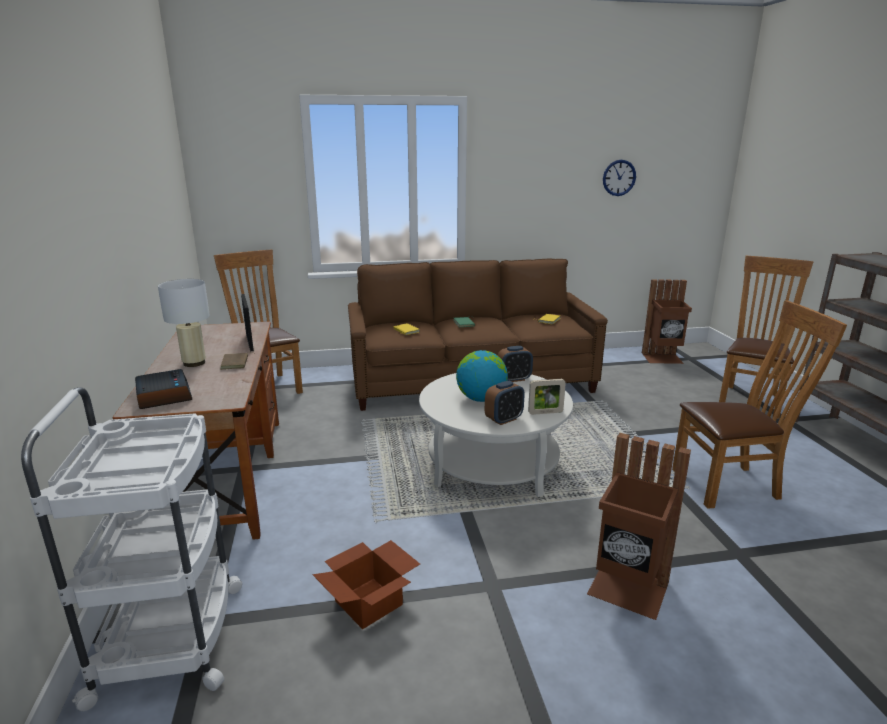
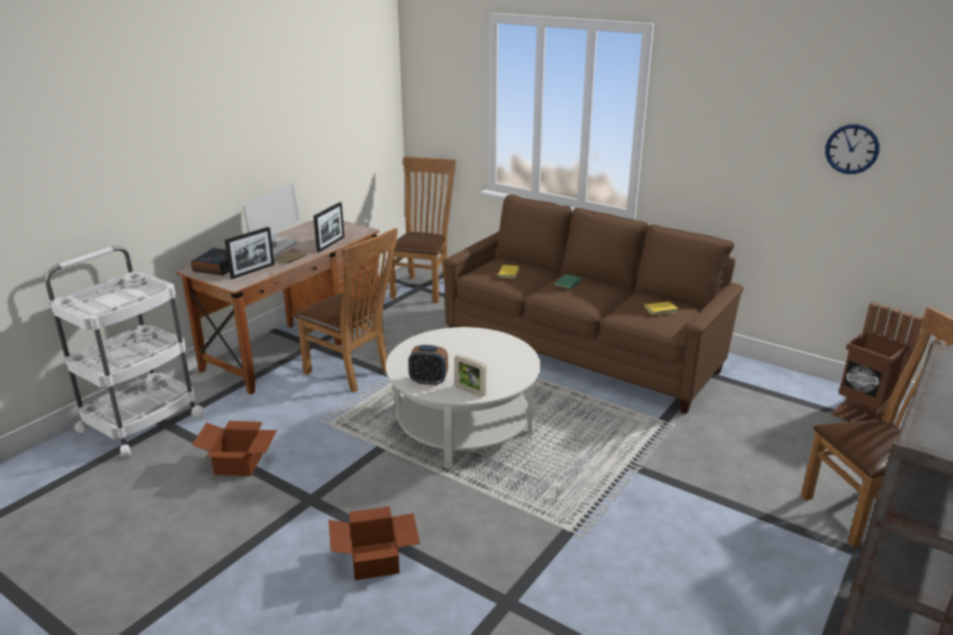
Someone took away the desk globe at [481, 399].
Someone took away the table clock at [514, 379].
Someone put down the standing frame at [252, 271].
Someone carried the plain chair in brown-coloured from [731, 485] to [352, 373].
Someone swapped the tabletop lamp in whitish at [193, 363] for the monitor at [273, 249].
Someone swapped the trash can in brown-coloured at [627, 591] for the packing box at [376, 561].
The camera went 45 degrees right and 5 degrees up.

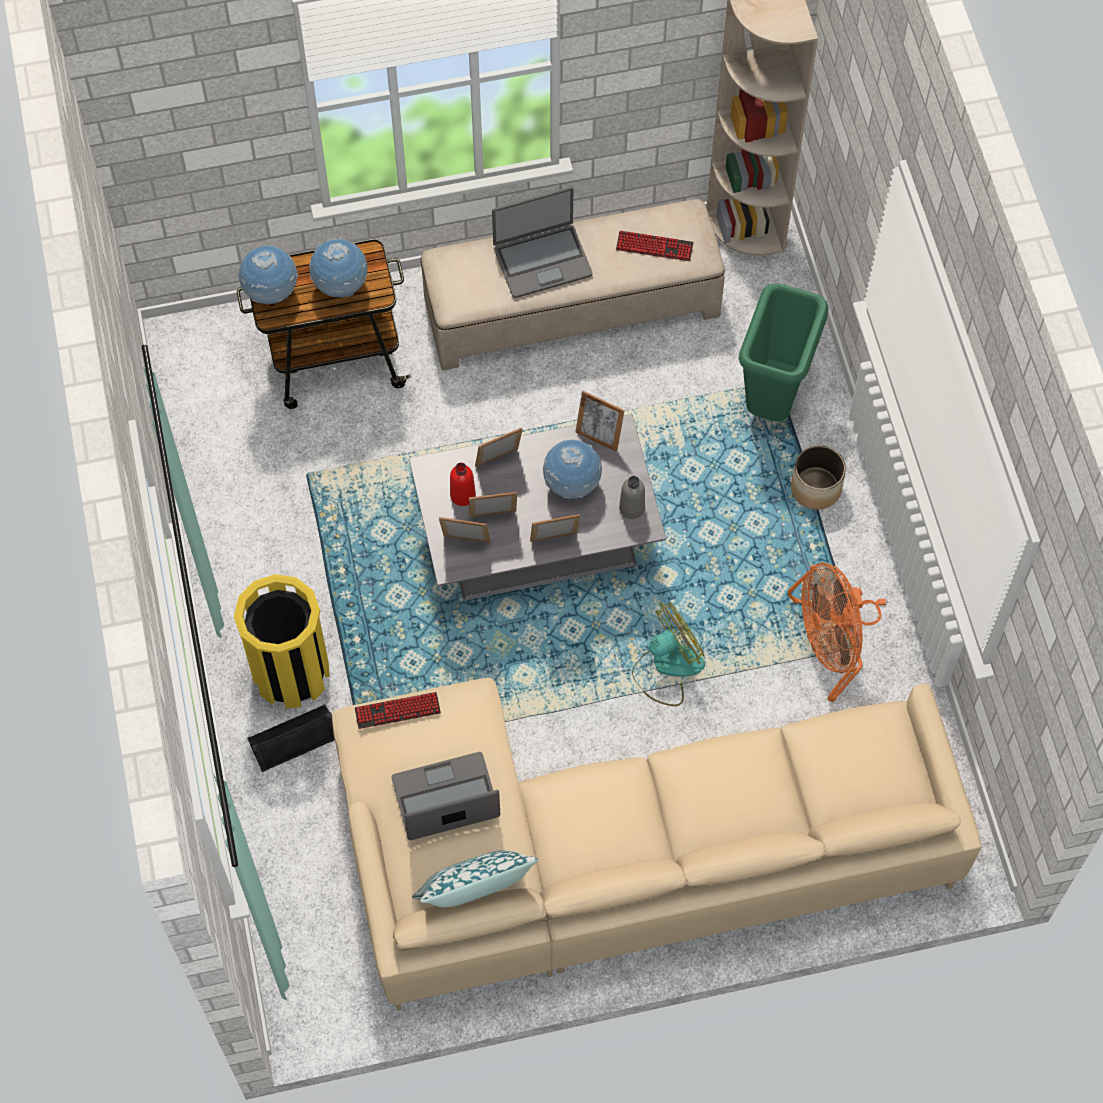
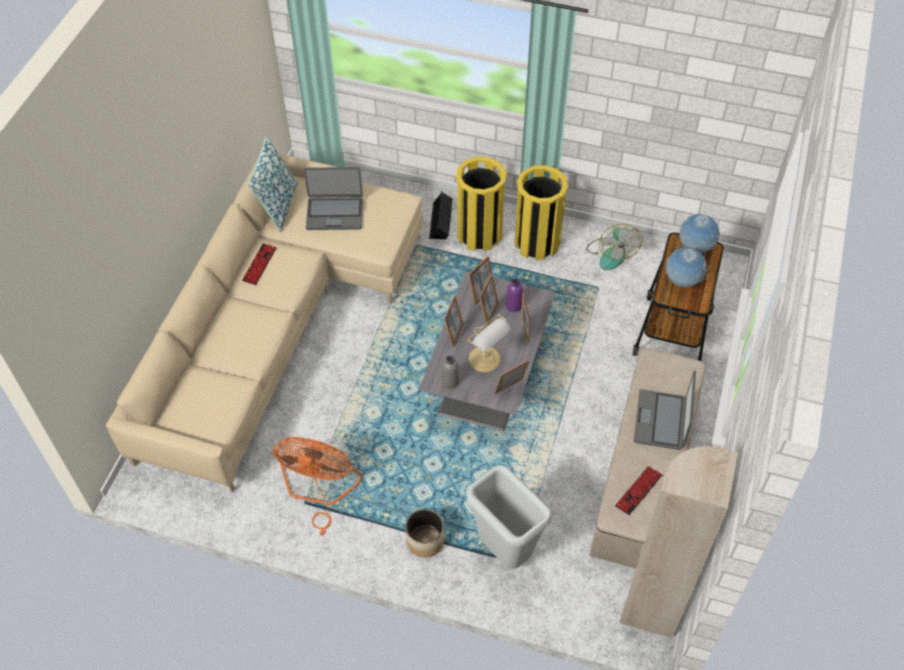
Someone put down the trash can in yellow at [537, 243].
Someone carried the PC keyboard from [397, 711] to [259, 264].
Someone carried the electric fan from [667, 667] to [611, 253].
Someone swapped the desk globe at [572, 484] for the tabletop lamp at [486, 360].
Someone repainted the bottle in red at [462, 495], which became the bottle in purple-coloured at [514, 305].
Someone repainted the trash can in greenish at [773, 402], which became the trash can in greyish at [503, 551].
Someone rotated the portable computer at [446, 799] by 75 degrees clockwise.
The camera went 120 degrees right and 10 degrees down.

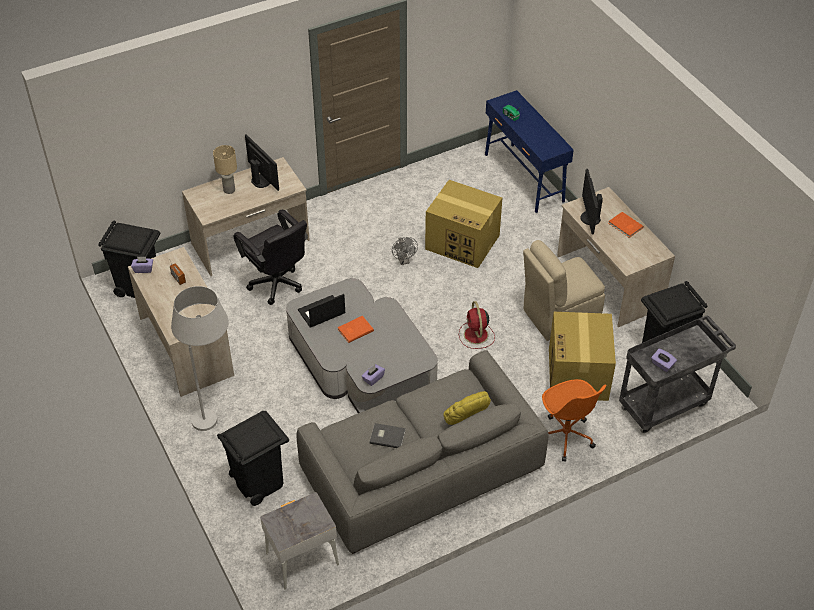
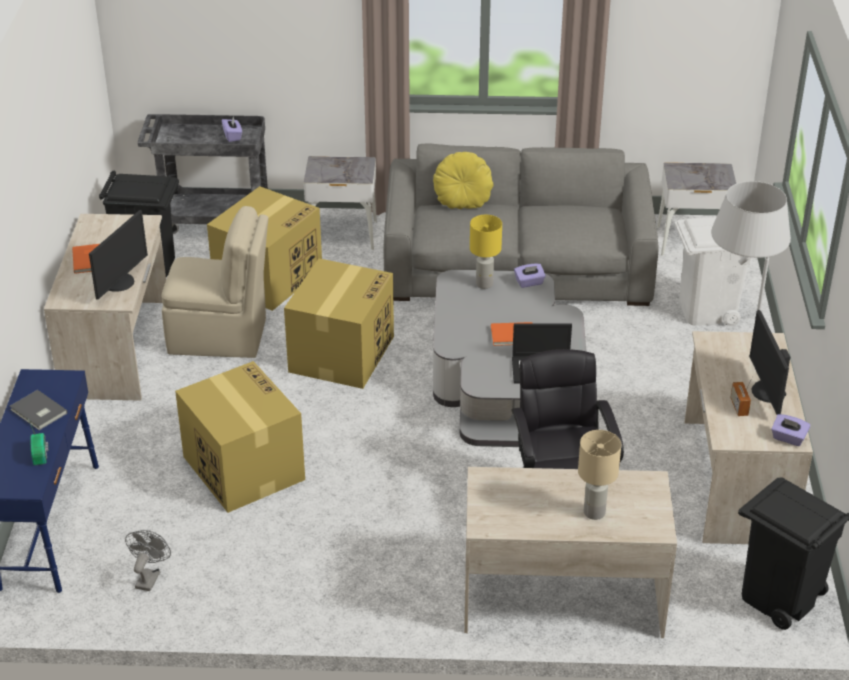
Someone put down the tabletop lamp in yellow at [484, 284].
Someone carried the monitor from [262, 180] to [766, 392].
Someone carried the book in greyish from [387, 436] to [38, 412].
Someone carried the electric fan in greyish from [404, 261] to [149, 577].
Someone swapped the electric fan in red at [476, 335] for the packing box at [342, 353].
Someone swapped the office chair in orange at [566, 438] for the accent table at [343, 235].
Someone repainted the trash can in blackish at [258, 482], which became the trash can in whitish at [706, 310].
The camera went 150 degrees left and 10 degrees down.

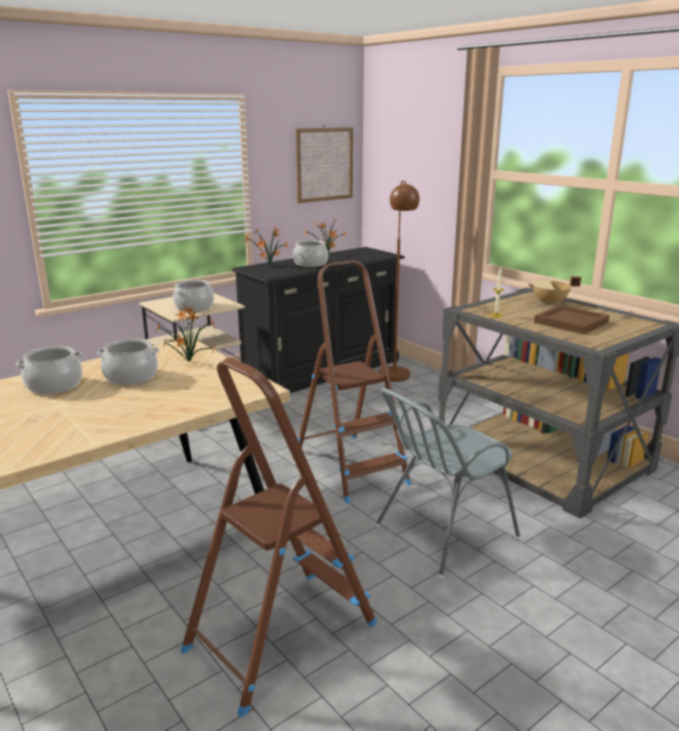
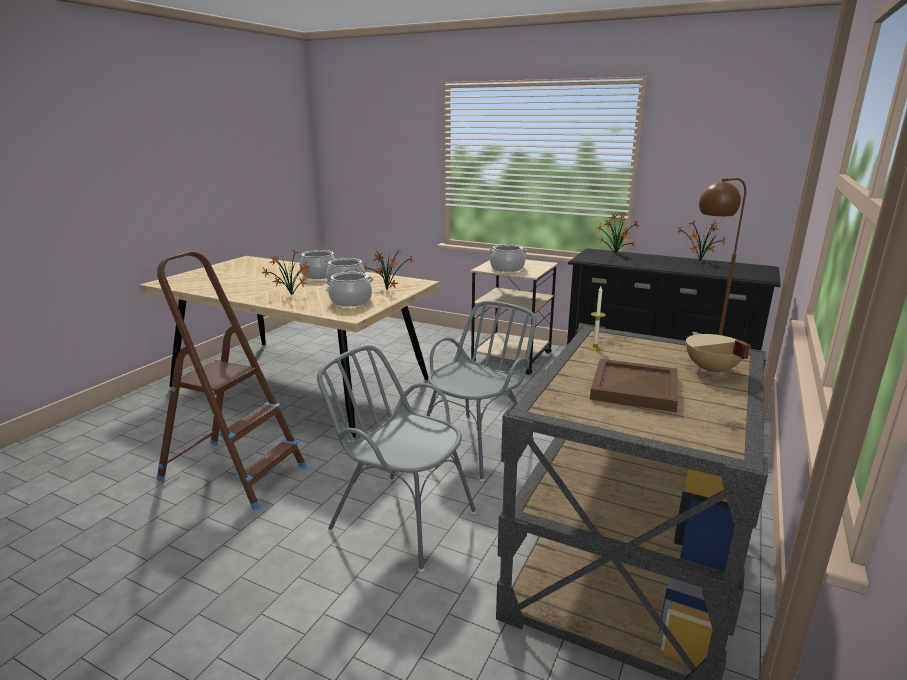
Someone took away the wall picture at [324, 163].
Someone put down the potted plant at [292, 296].
Someone carried the saucepot from [311, 264] to [351, 301].
Someone swapped the stepladder in brown-coloured at [351, 467] for the plain chair in greyish at [478, 444].
The camera went 65 degrees right and 0 degrees up.

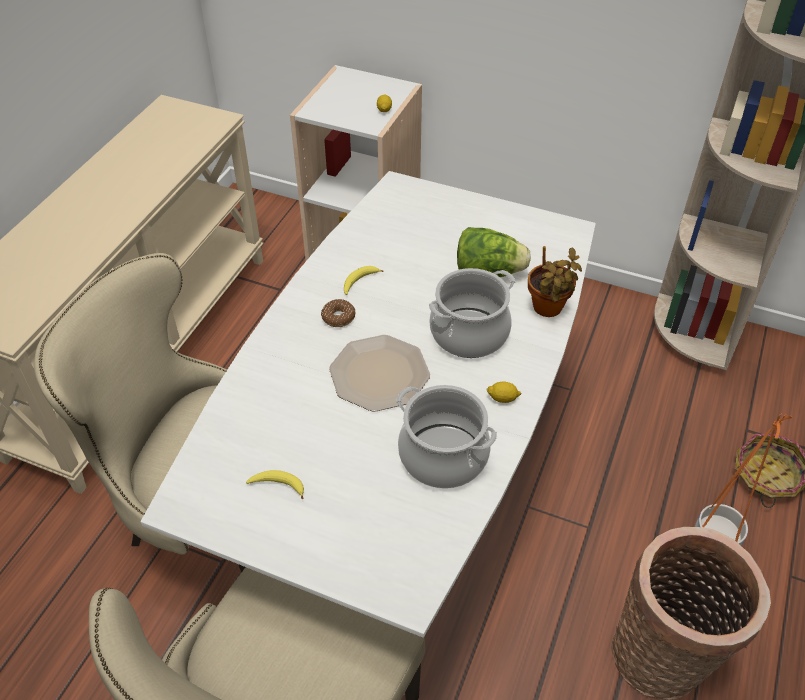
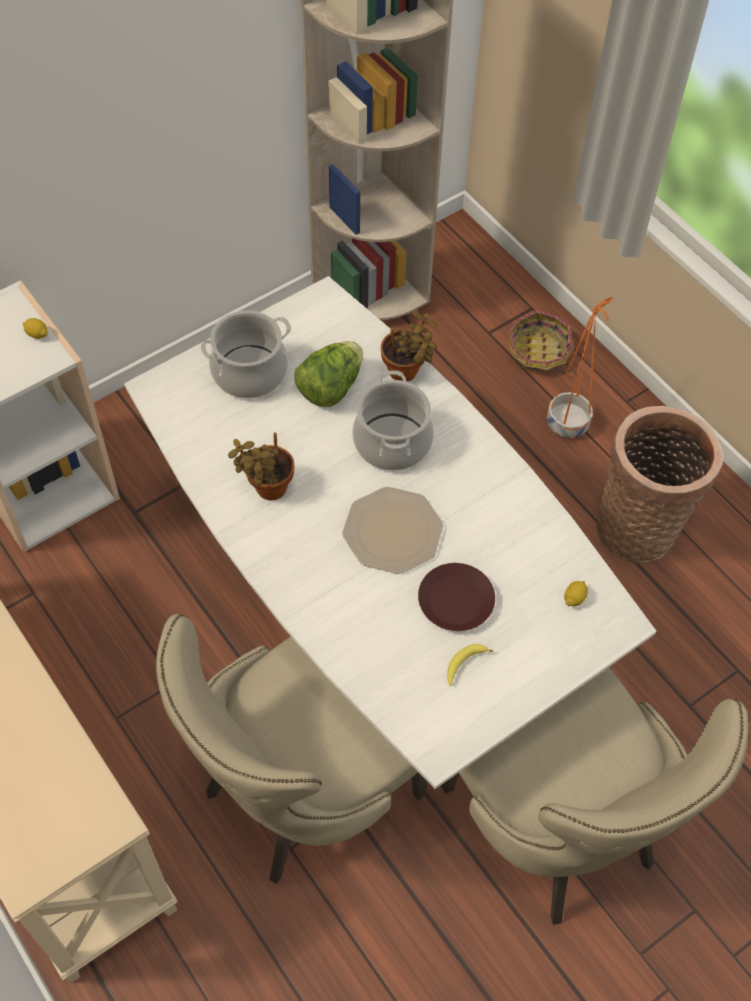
Someone took away the donut at [338, 317].
Someone put down the plate in brown-coloured at [455, 601].
Someone carried the saucepot from [443, 456] to [249, 372].
Someone carried the whole lemon from [503, 398] to [574, 598].
Someone swapped the whole banana at [359, 282] for the potted plant at [267, 489].
The camera went 60 degrees left and 10 degrees up.

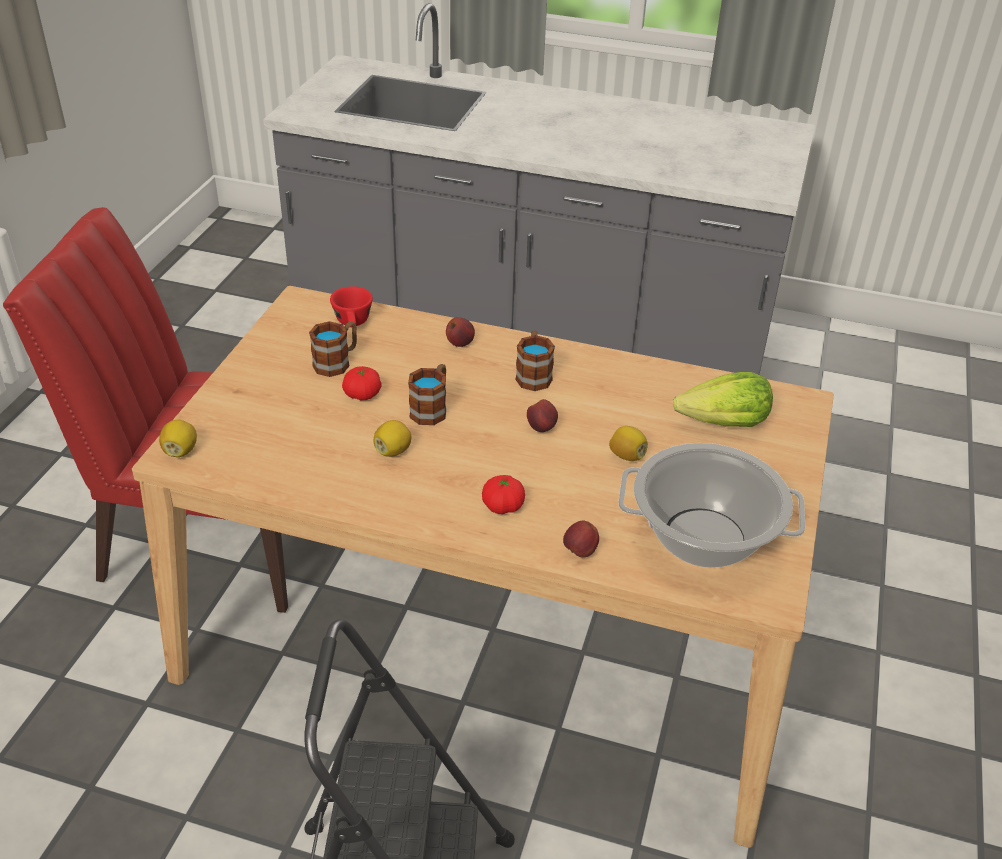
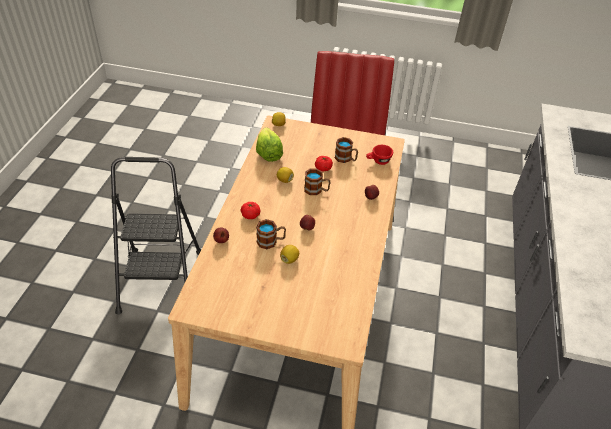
Someone took away the saucepot at [703, 538].
Someone carried the coffee mug from [533, 374] to [271, 241].
Someone carried the head of lettuce from [724, 423] to [268, 153].
The camera went 85 degrees right and 5 degrees up.

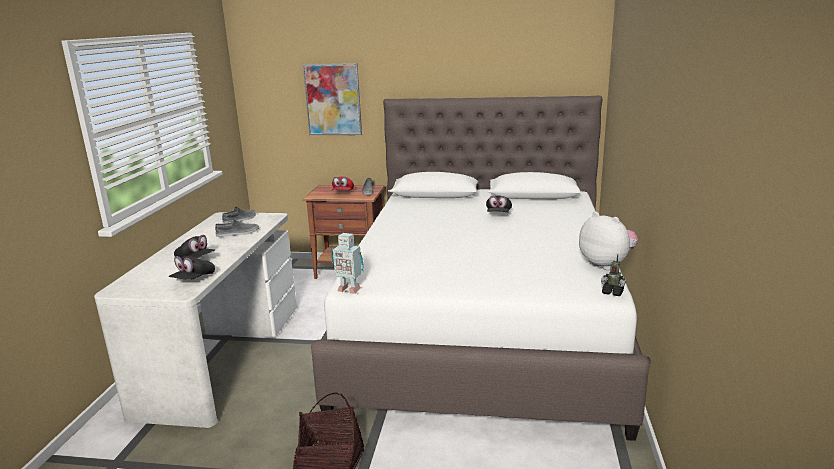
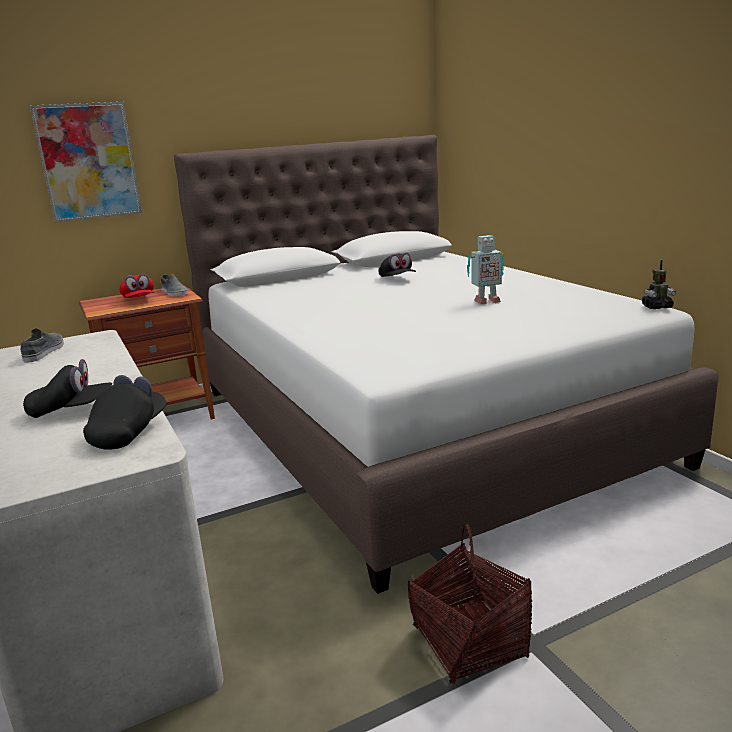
Someone took away the low shoe in greyish at [237, 233].
Someone took away the soft toy at [606, 264].
Someone carried the toy robot from [349, 289] to [485, 301].
Someone rotated the baseball cap in blackish at [193, 279] by 150 degrees counterclockwise.
The camera went 35 degrees left and 0 degrees up.

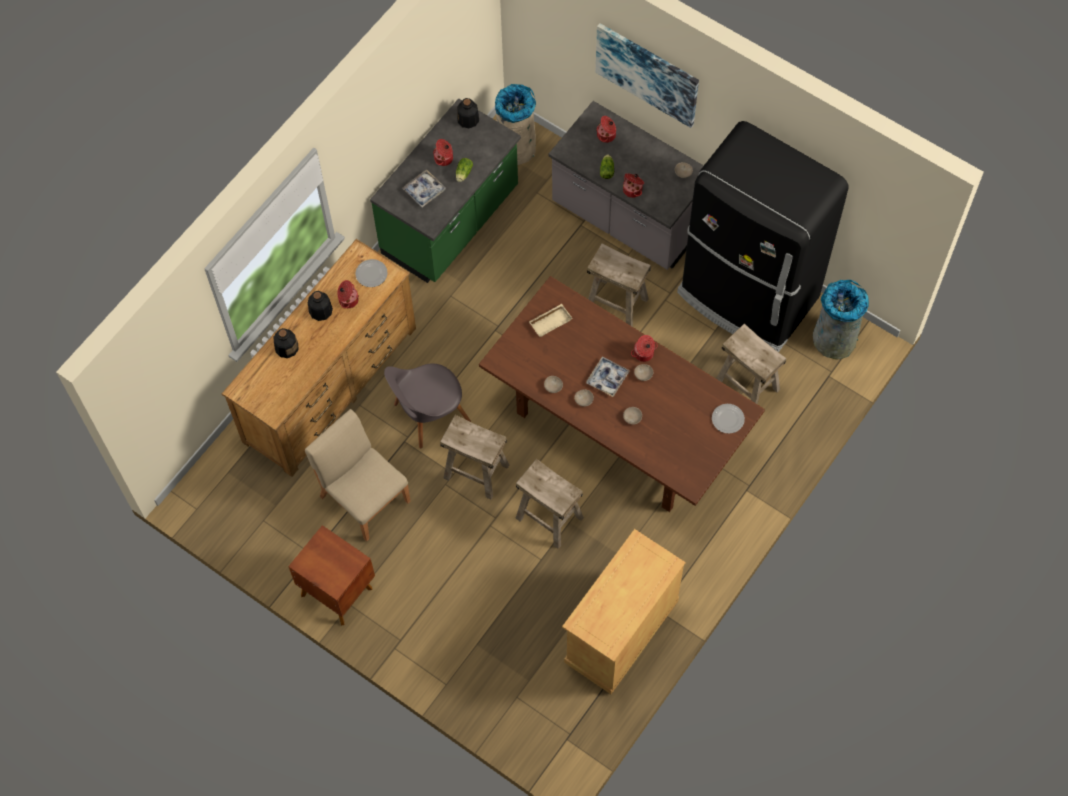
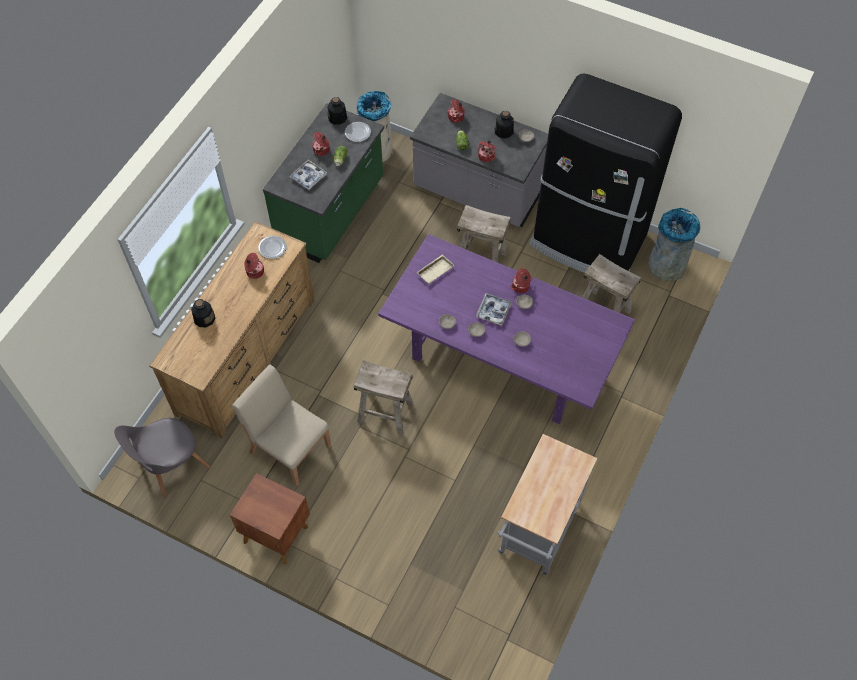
Someone took away the stool in sand-coloured at [549, 518].
Someone took away the wall picture at [647, 74].
Someone carried the bottle from [321, 311] to [504, 131].
Someone carried the plain chair in greyish from [428, 414] to [170, 465].
Someone carried the plate from [728, 419] to [358, 132].
Someone swapped the cabinet in sand-coloured at [621, 631] for the cart in greyish at [537, 533].
Someone repainted the dining table in brown-coloured at [616, 427], which became the dining table in purple-coloured at [500, 359].
The camera went 10 degrees left and 5 degrees down.

